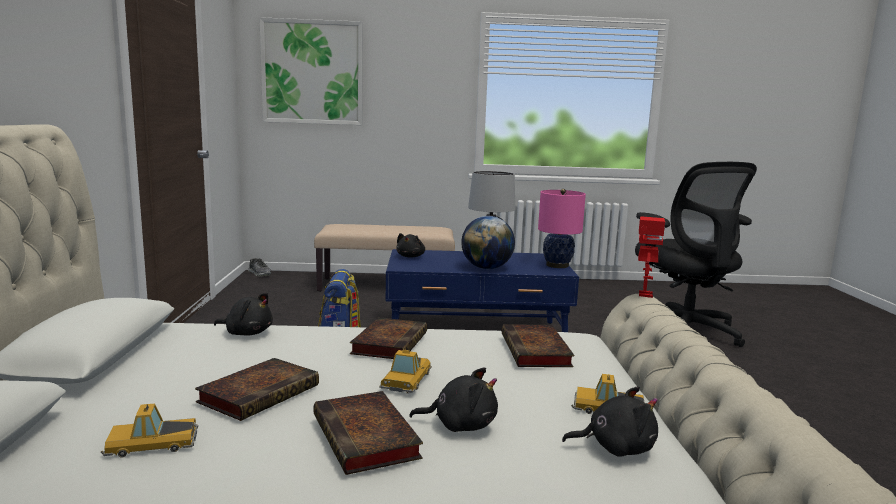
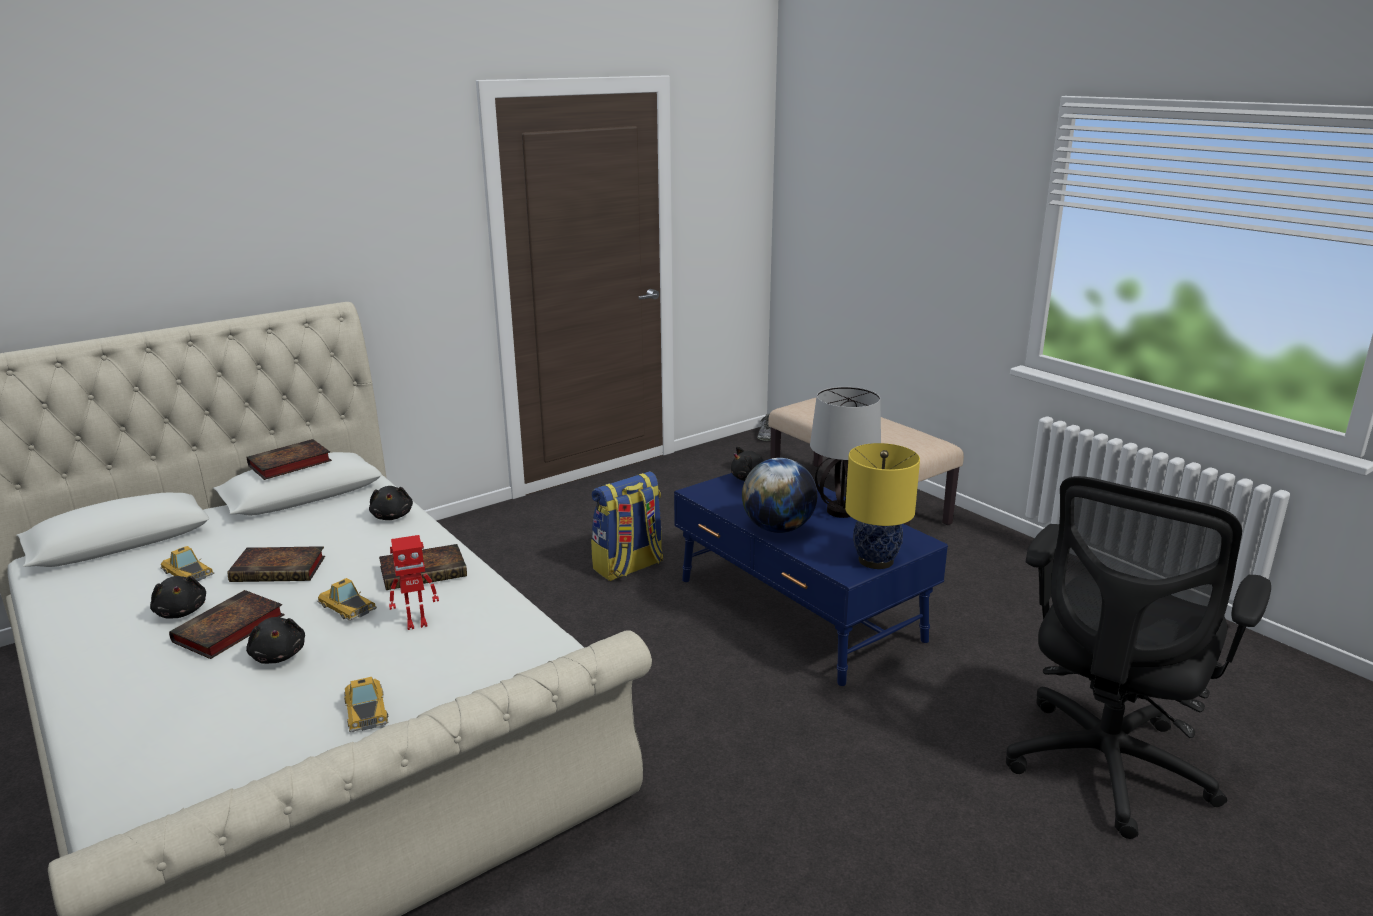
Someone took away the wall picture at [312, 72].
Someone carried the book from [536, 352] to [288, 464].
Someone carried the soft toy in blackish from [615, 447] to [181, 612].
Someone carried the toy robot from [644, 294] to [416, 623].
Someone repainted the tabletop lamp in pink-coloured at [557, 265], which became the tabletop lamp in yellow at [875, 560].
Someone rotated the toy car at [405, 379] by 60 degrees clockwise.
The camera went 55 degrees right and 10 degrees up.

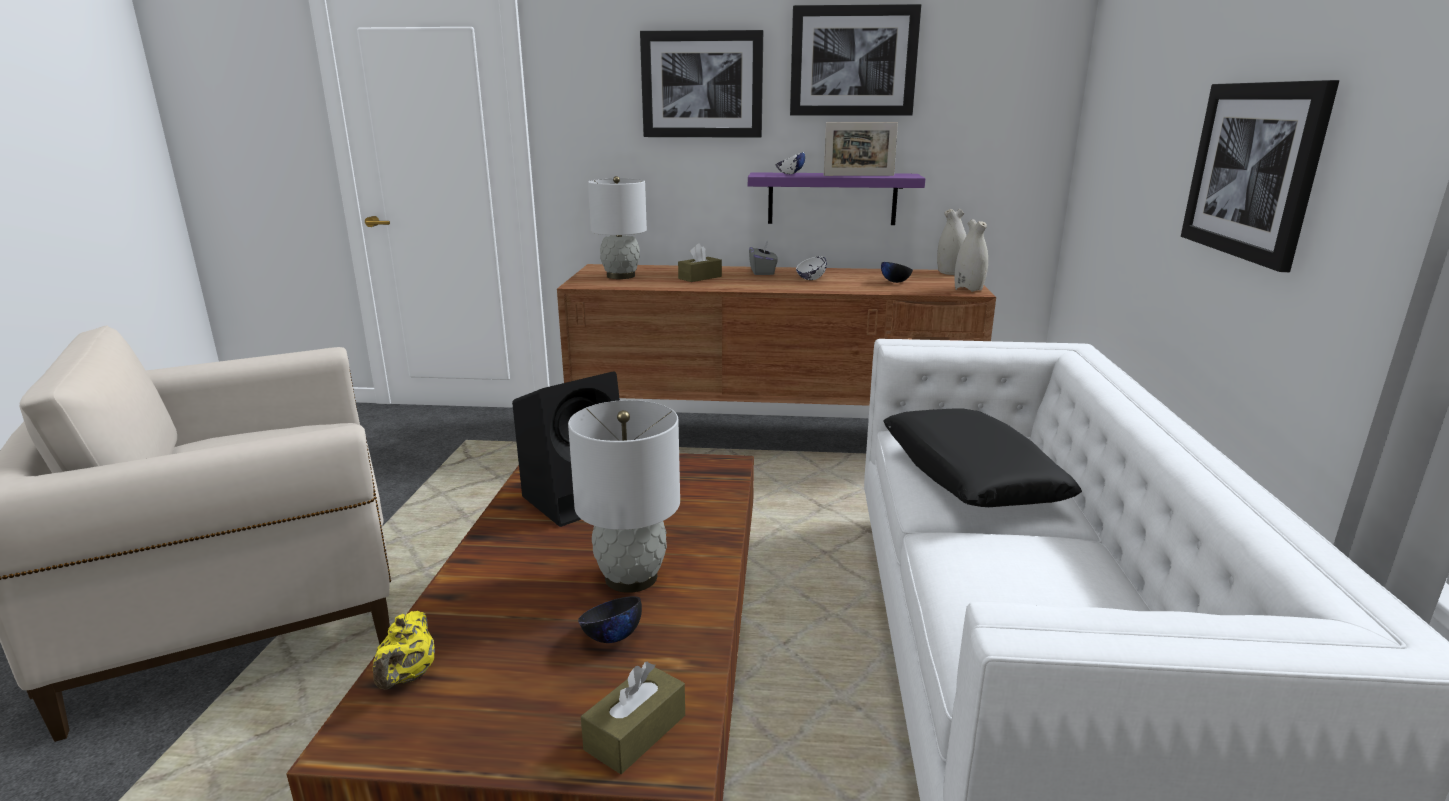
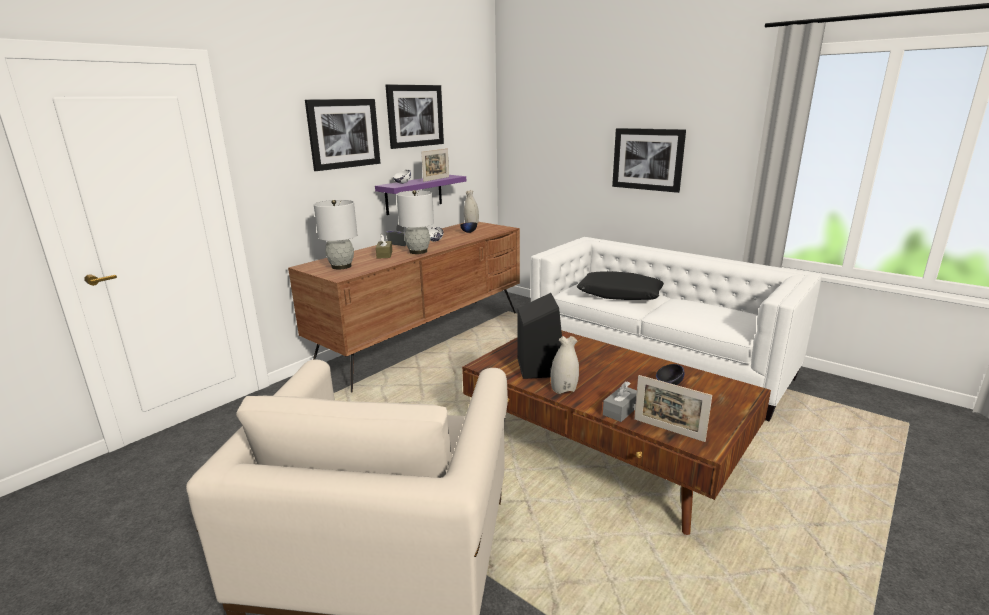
Someone took away the tissue box in brown-coloured at [635, 732].
Someone put down the tissue box in greyish at [621, 410].
Someone carried the tabletop lamp in whitish from [630, 577] to [418, 251].
Someone carried the flower vase in whitish from [968, 289] to [564, 389].
Someone swapped the tea pot in yellow at [408, 676] for the standing frame at [668, 430].
The camera went 55 degrees left and 0 degrees up.

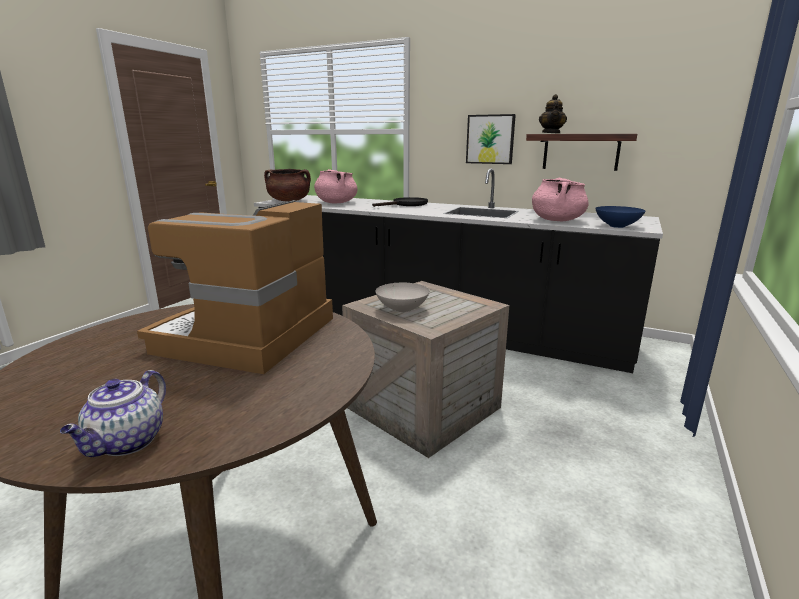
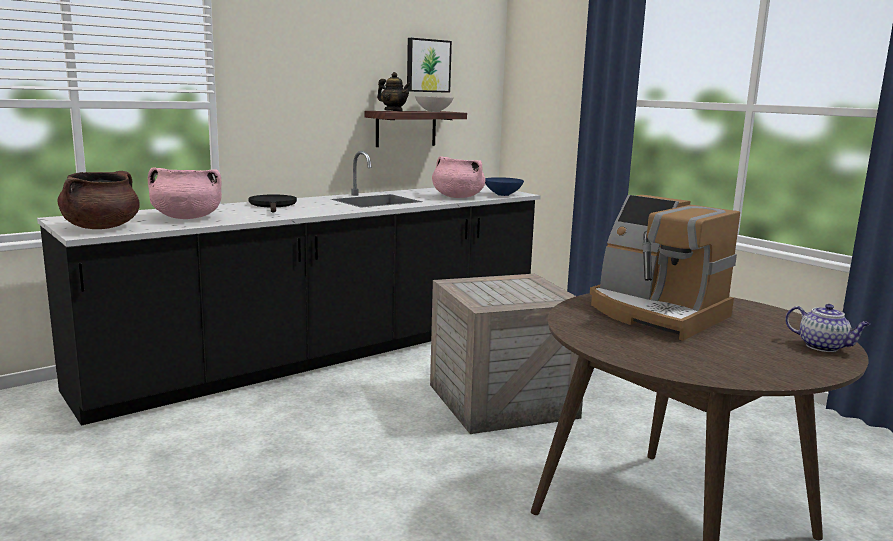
Someone carried the serving bowl in whitish from [402, 309] to [433, 111].
Someone carried the wall picture from [490, 139] to [427, 65].
The camera went 65 degrees left and 5 degrees down.

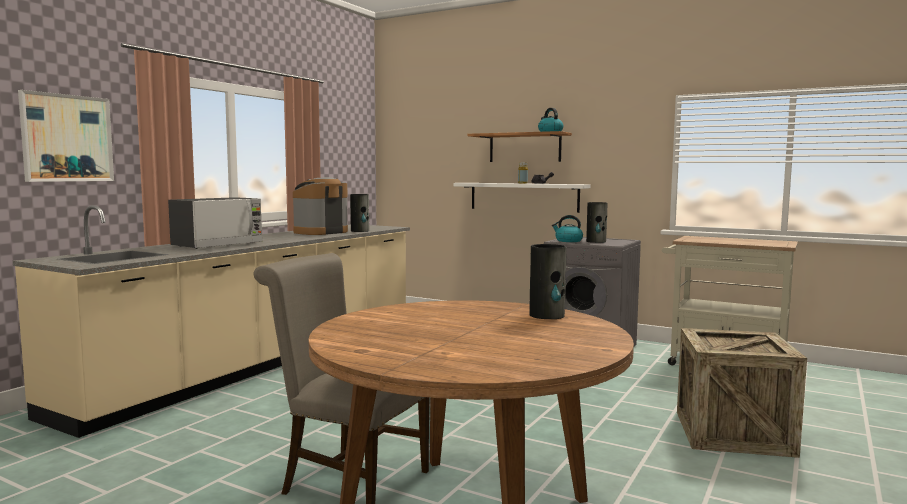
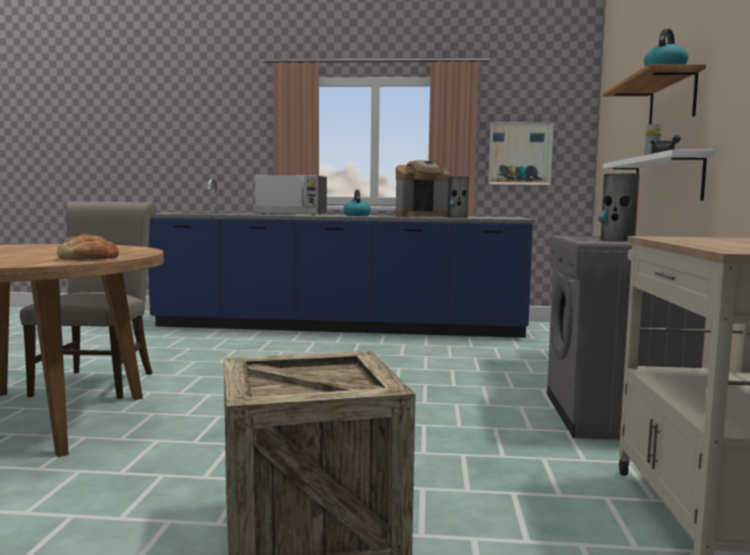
Someone carried the wall picture from [67, 138] to [520, 153].
Someone carried the water kettle from [568, 241] to [356, 215].
Someone swapped the flower vase at [547, 315] for the bakery bread at [88, 258].
Someone repainted the counter in sand-coloured at [263, 362], which became the counter in blue-coloured at [339, 327].
Someone rotated the coffee machine at [320, 232] by 150 degrees clockwise.
The camera went 65 degrees right and 0 degrees up.

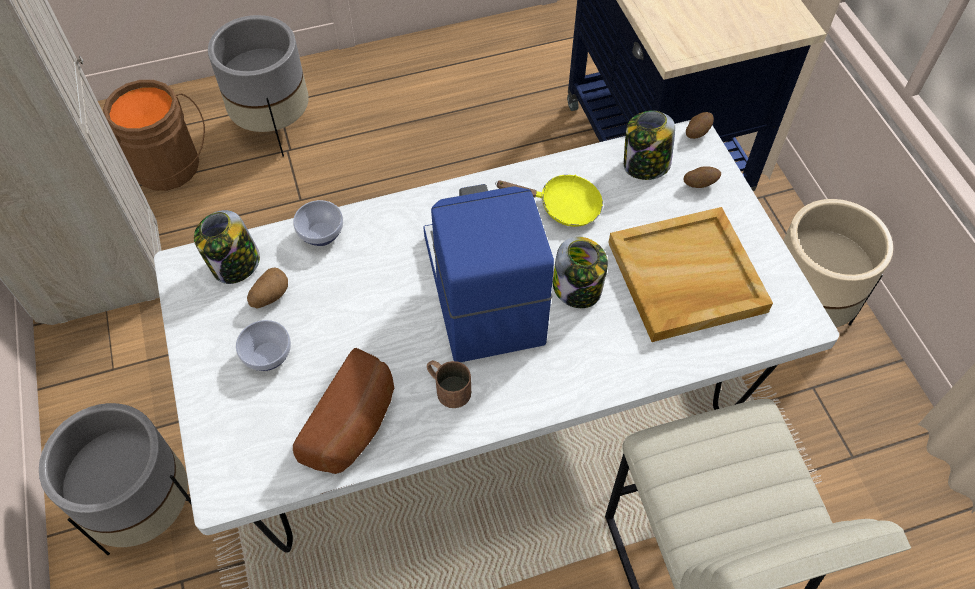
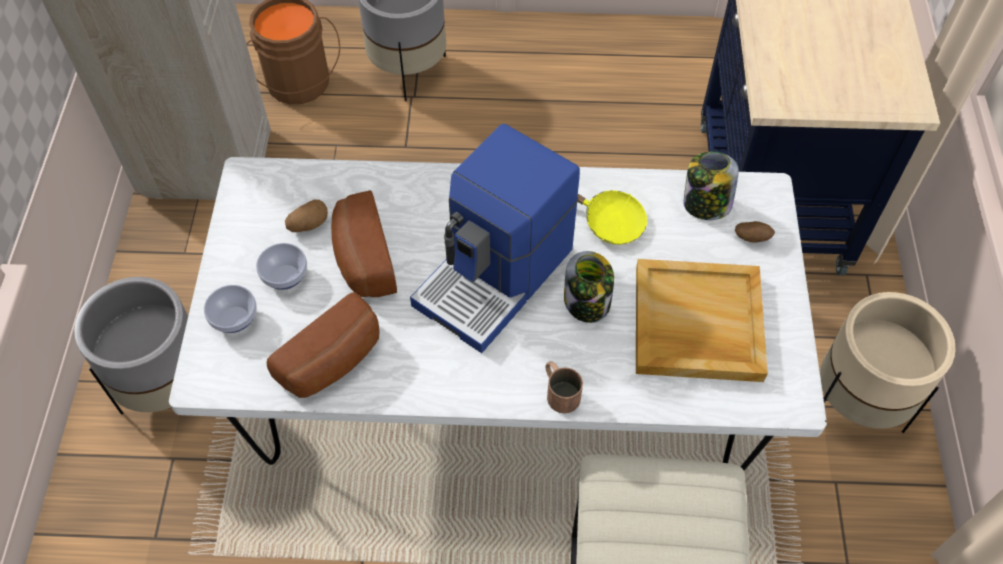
Someone took away the jar at [235, 265].
Someone took away the potato at [697, 133].
Someone put down the bakery bread at [362, 259].
Someone carried the serving bowl from [320, 234] to [234, 318].
Someone carried the coffee mug in brown-coloured from [447, 387] to [559, 391].
Someone rotated the coffee machine at [481, 291] by 150 degrees counterclockwise.
The camera went 20 degrees right and 0 degrees up.

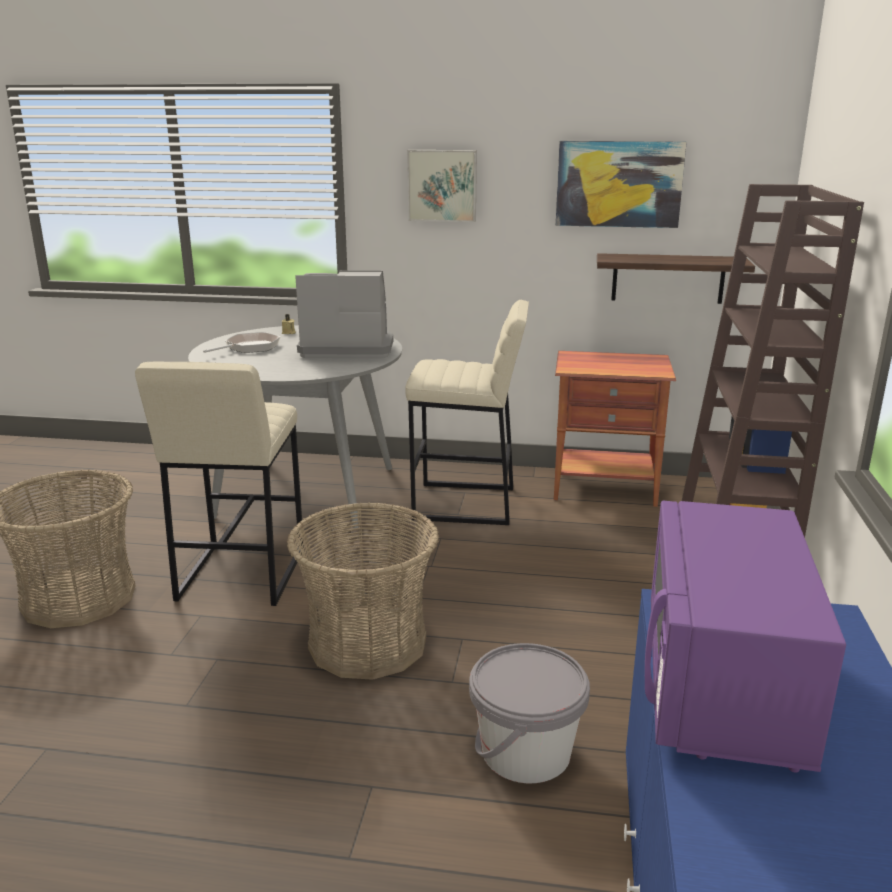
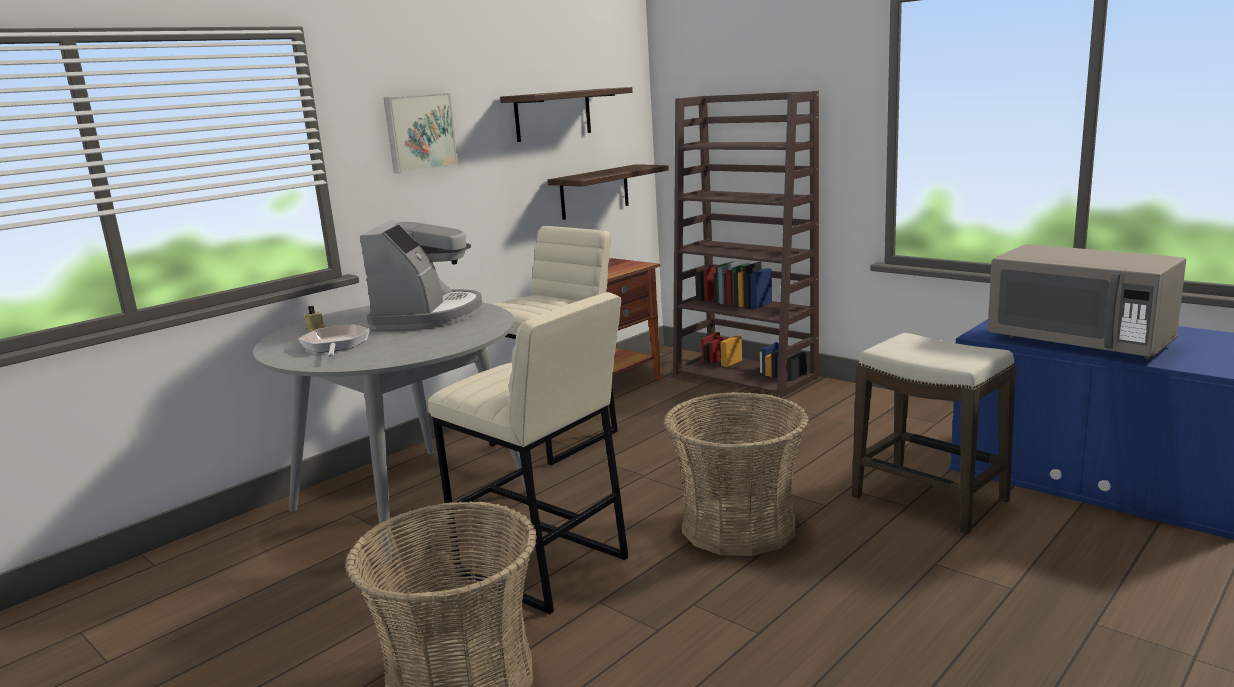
Someone swapped the bucket in greyish at [525, 751] for the stool at [930, 499].
Someone swapped the wall picture at [619, 184] for the bracket shelf at [553, 115].
Someone repainted the kitchen microwave in purple-coloured at [722, 684], which became the kitchen microwave in greyish at [1079, 342].
Someone rotated the coffee machine at [346, 348] by 150 degrees clockwise.
The camera went 55 degrees left and 5 degrees down.

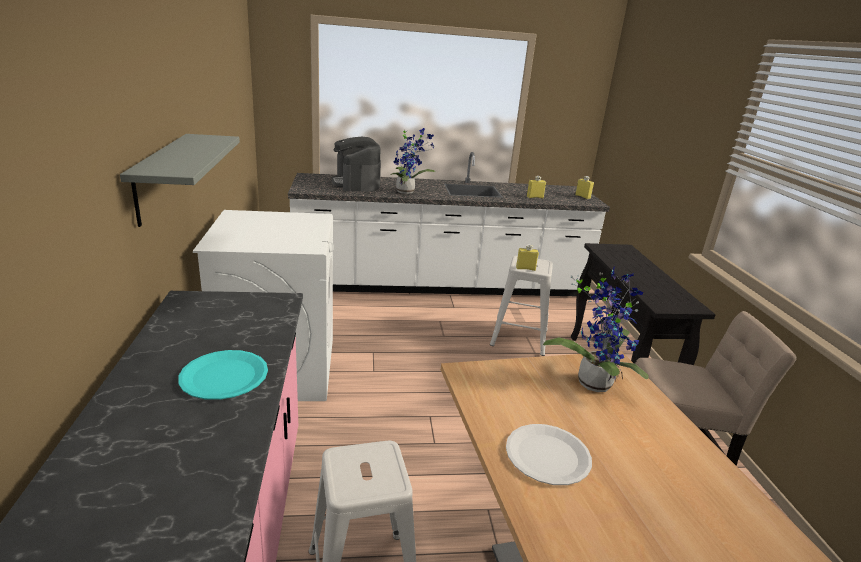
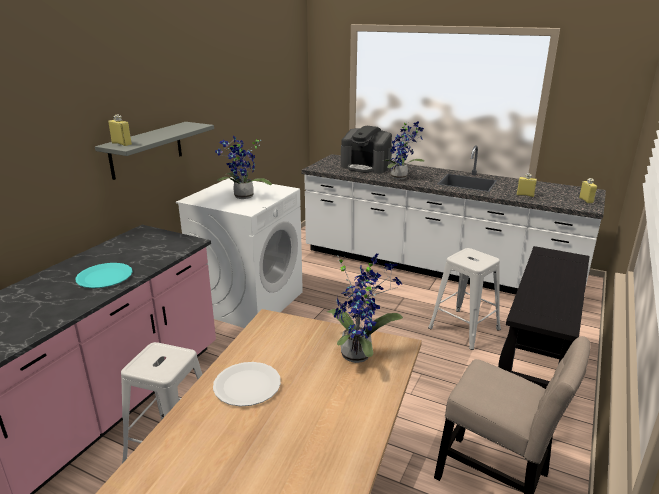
Someone put down the potted plant at [242, 197].
Someone carried the bottle in yellow from [525, 268] to [121, 144].
Someone rotated the coffee machine at [356, 183] by 75 degrees counterclockwise.
The camera went 35 degrees right and 0 degrees up.

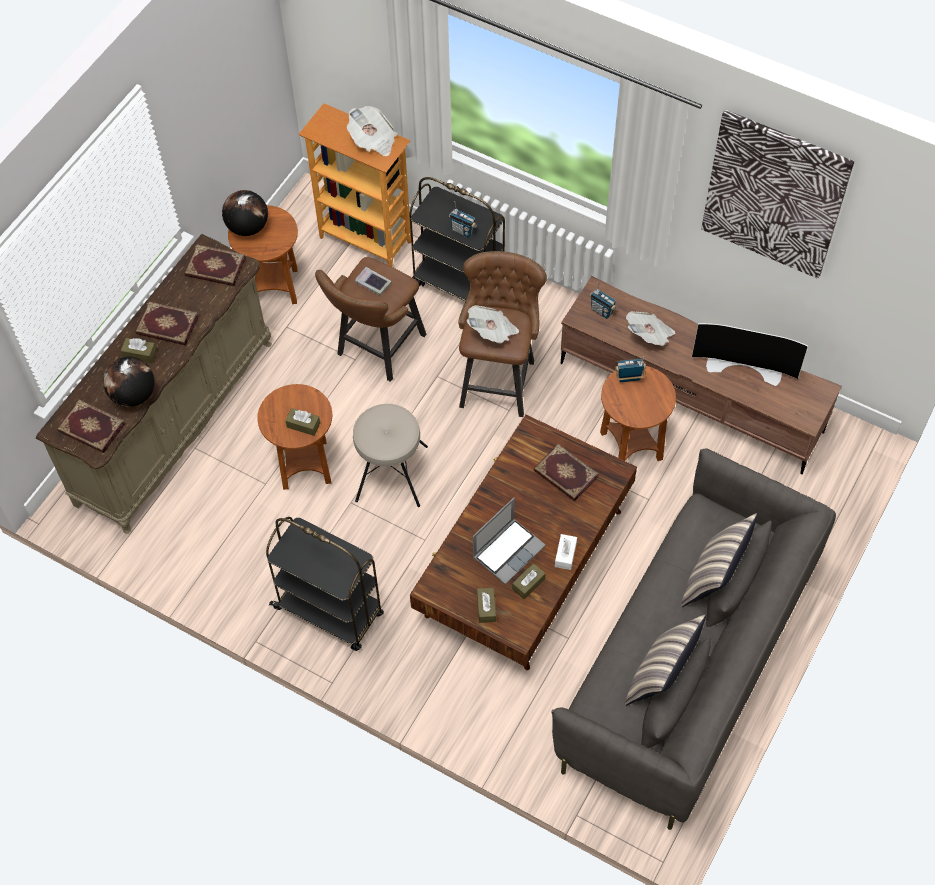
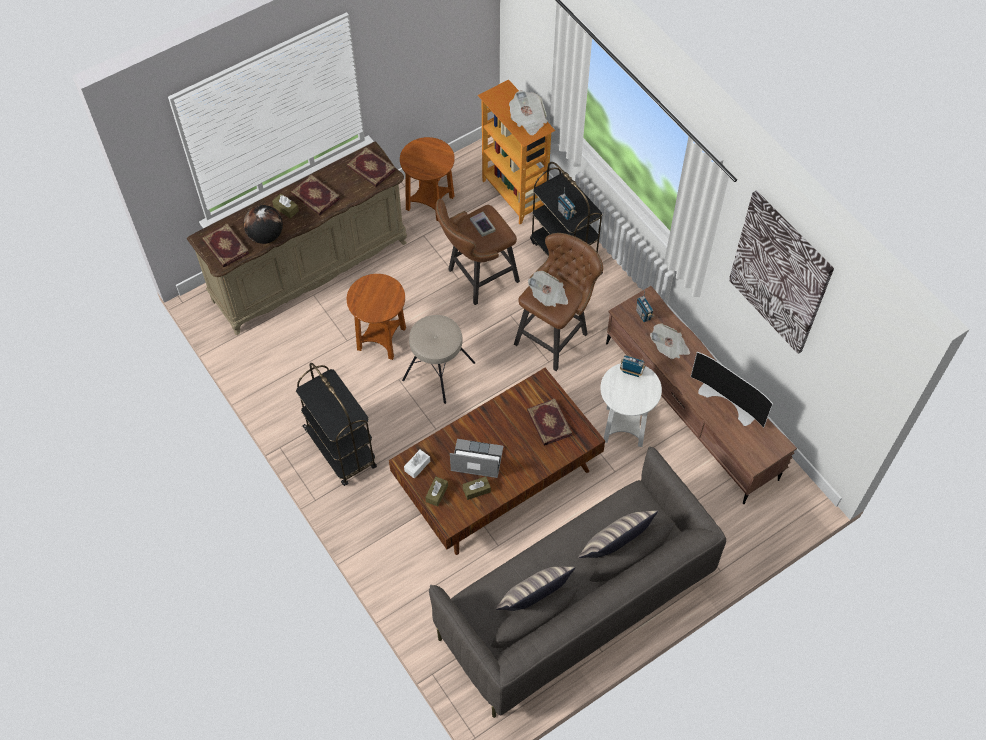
Someone took away the desk globe at [247, 227].
Someone took away the tissue box in brown-coloured at [303, 425].
Someone carried the tissue box in whitish from [565, 555] to [417, 466].
Someone repainted the accent table in brown-coloured at [630, 446], which became the accent table in whitish at [624, 426].
Someone rotated the portable computer at [508, 550] by 150 degrees counterclockwise.
The camera went 25 degrees right and 0 degrees up.

